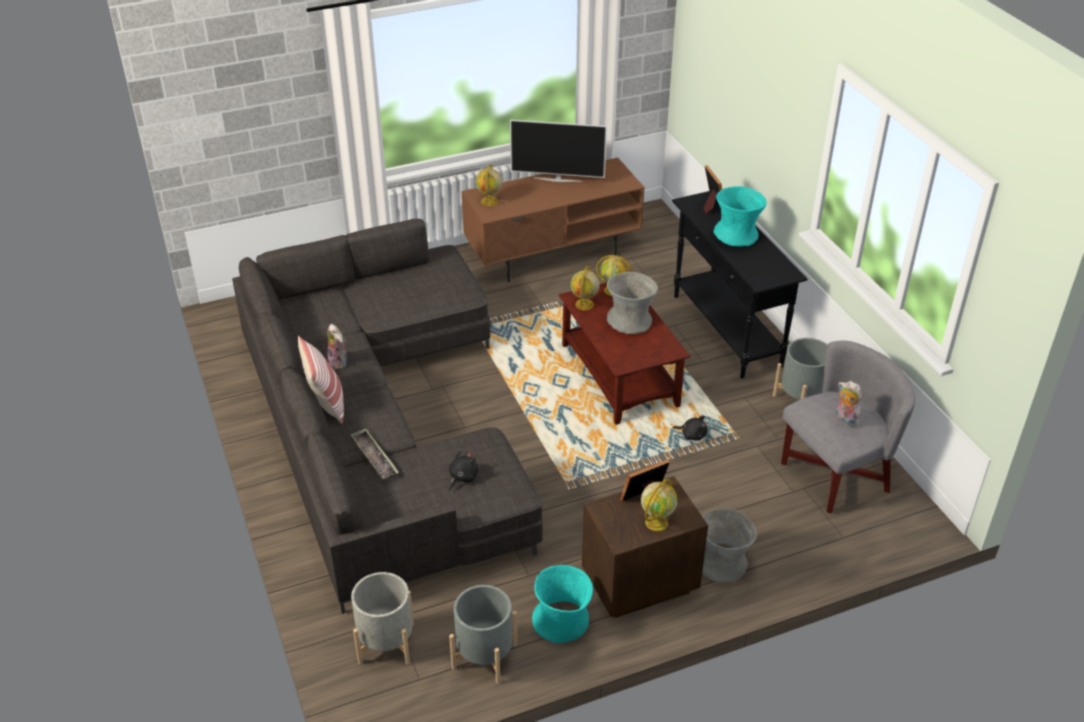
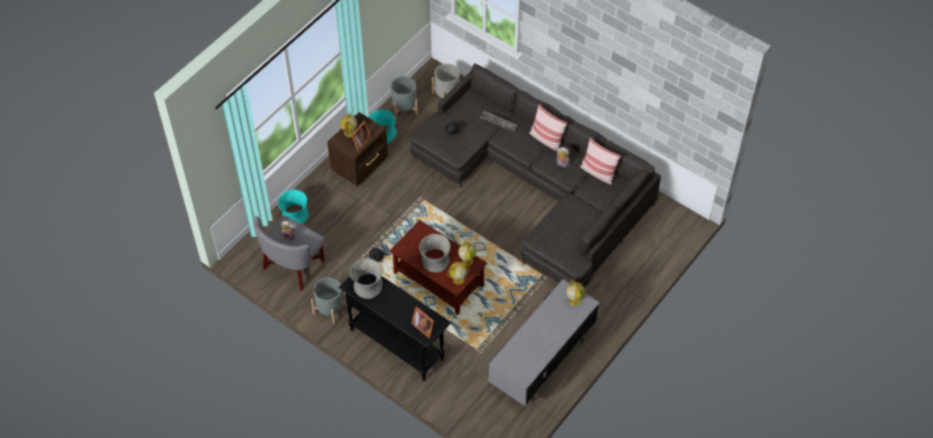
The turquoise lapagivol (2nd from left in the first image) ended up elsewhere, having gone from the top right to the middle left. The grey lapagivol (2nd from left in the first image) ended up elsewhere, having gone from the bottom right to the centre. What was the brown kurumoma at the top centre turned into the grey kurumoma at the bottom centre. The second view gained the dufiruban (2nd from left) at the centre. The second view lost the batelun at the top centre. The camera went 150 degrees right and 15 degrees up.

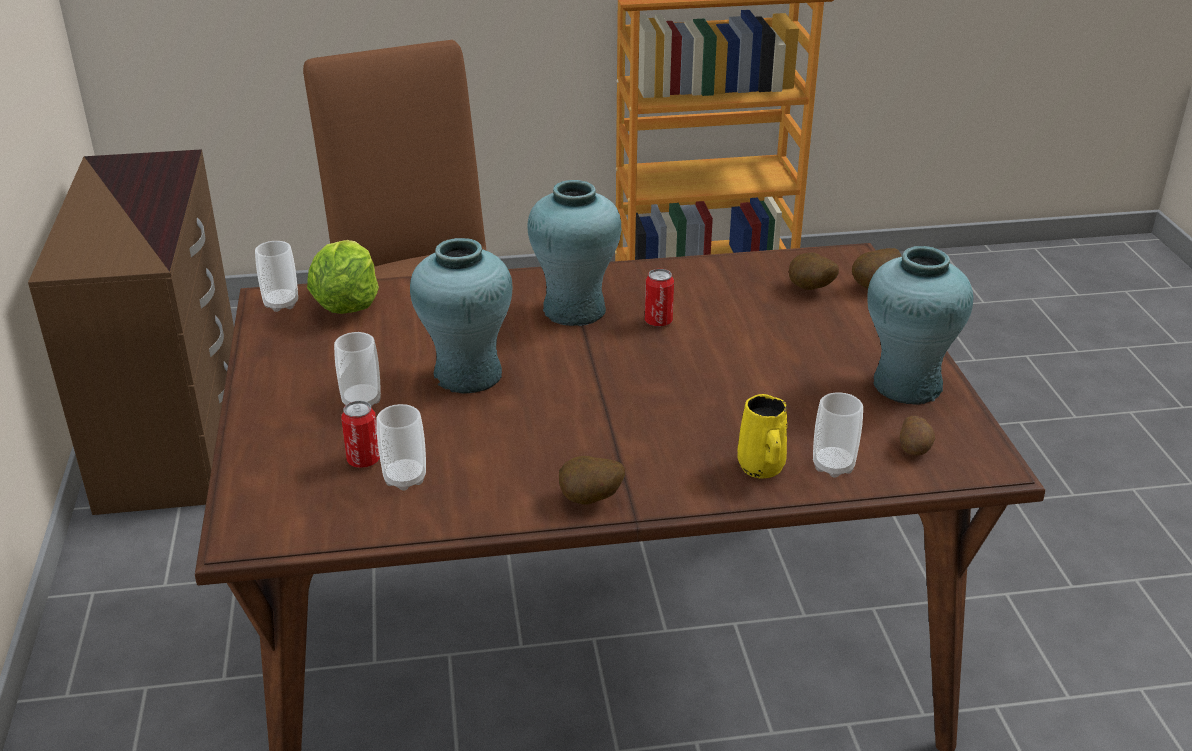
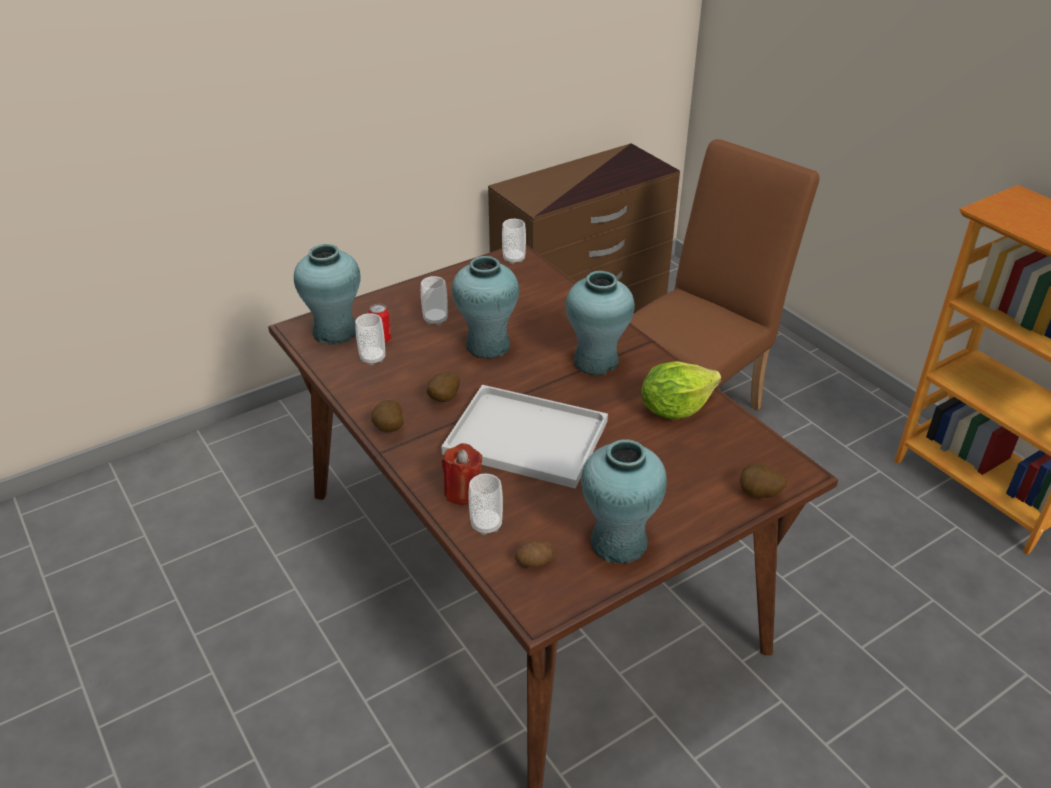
The second view gained the turquoise lapagivol (1st from left) at the middle left. The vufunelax (2nd from left) ended up elsewhere, having gone from the middle right to the centre. The second view gained the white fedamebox at the centre. Where the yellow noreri stood at the centre, the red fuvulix came to stand at the centre. The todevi ended up elsewhere, having gone from the middle left to the centre. The second view lost the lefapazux (2nd from left) at the centre. The camera went 65 degrees right and 5 degrees up.

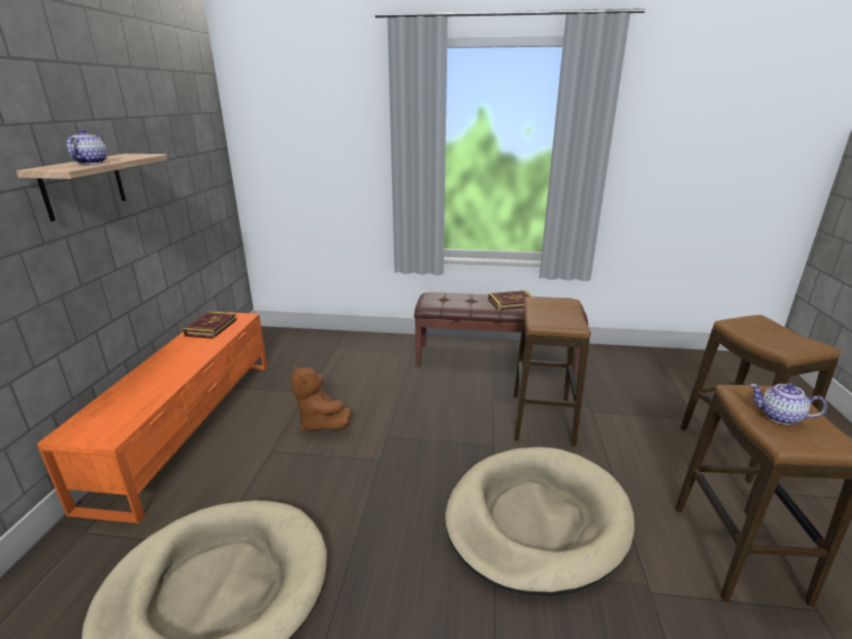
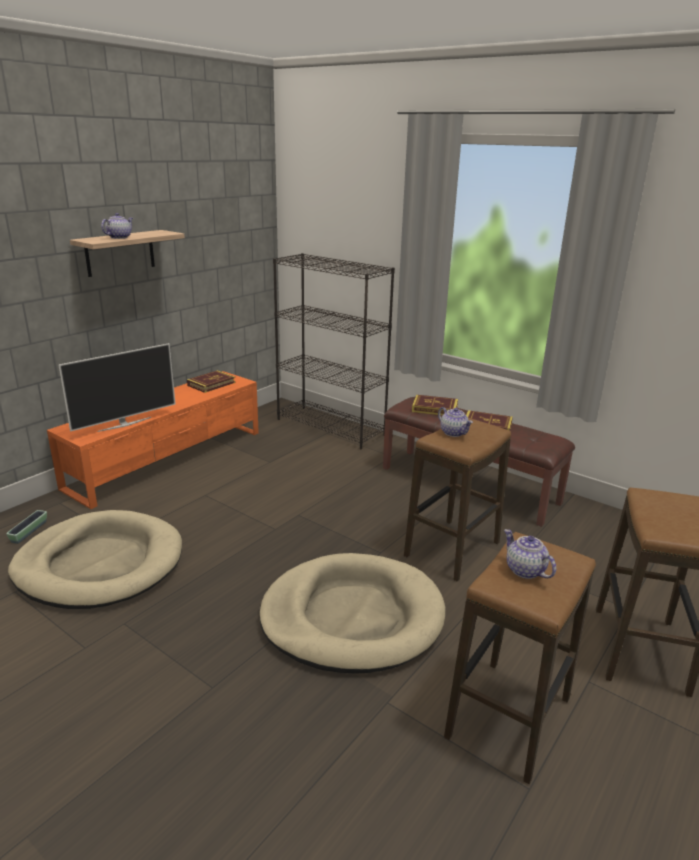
The second view gained the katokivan at the middle left. The second view gained the batelun at the middle left. The second view gained the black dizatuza at the centre. The second view gained the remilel (2nd from left) at the centre. The second view gained the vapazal (2nd from left) at the centre. The second view lost the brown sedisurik at the centre. The camera went 30 degrees right and 0 degrees up.

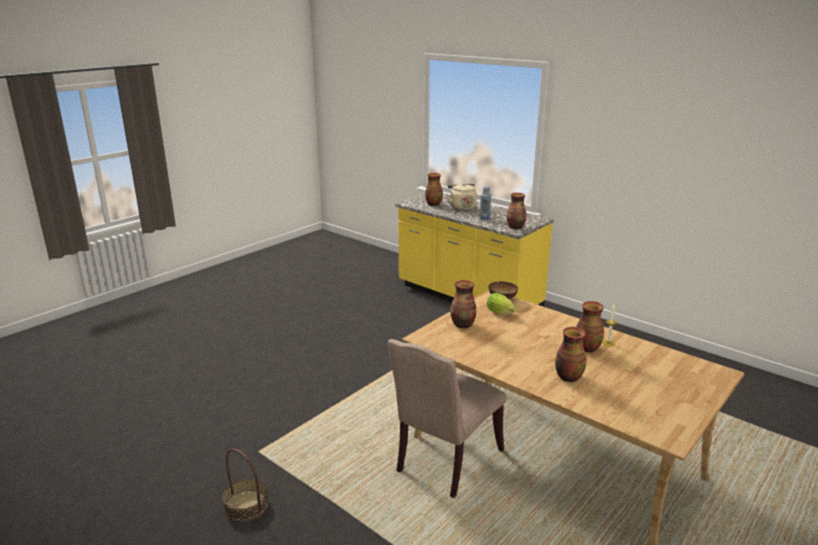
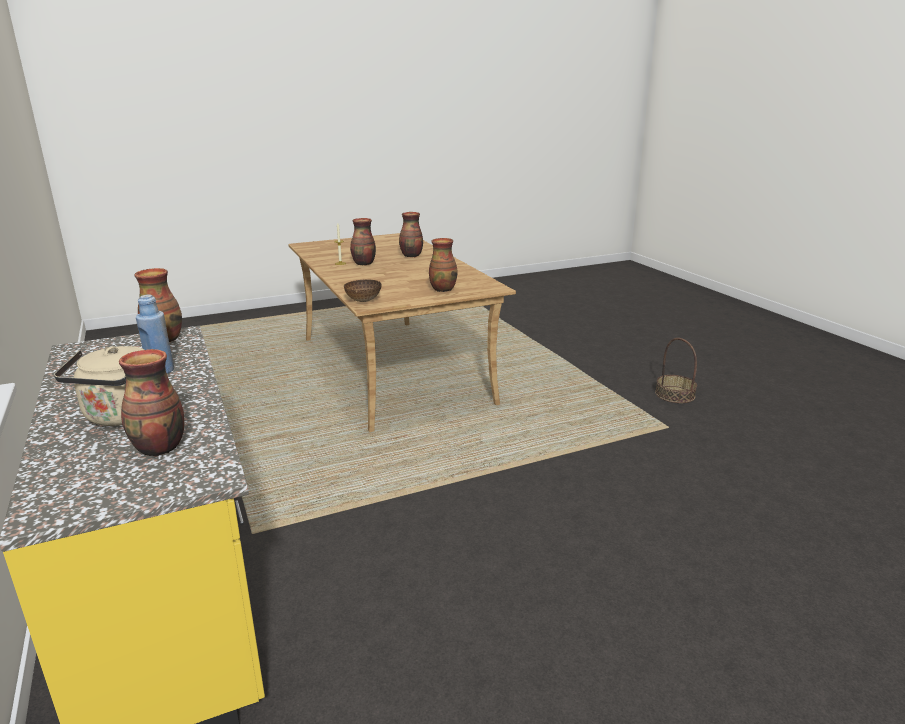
The second view lost the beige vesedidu at the bottom centre. The second view lost the todevi at the centre. The camera went 155 degrees left and 0 degrees up.

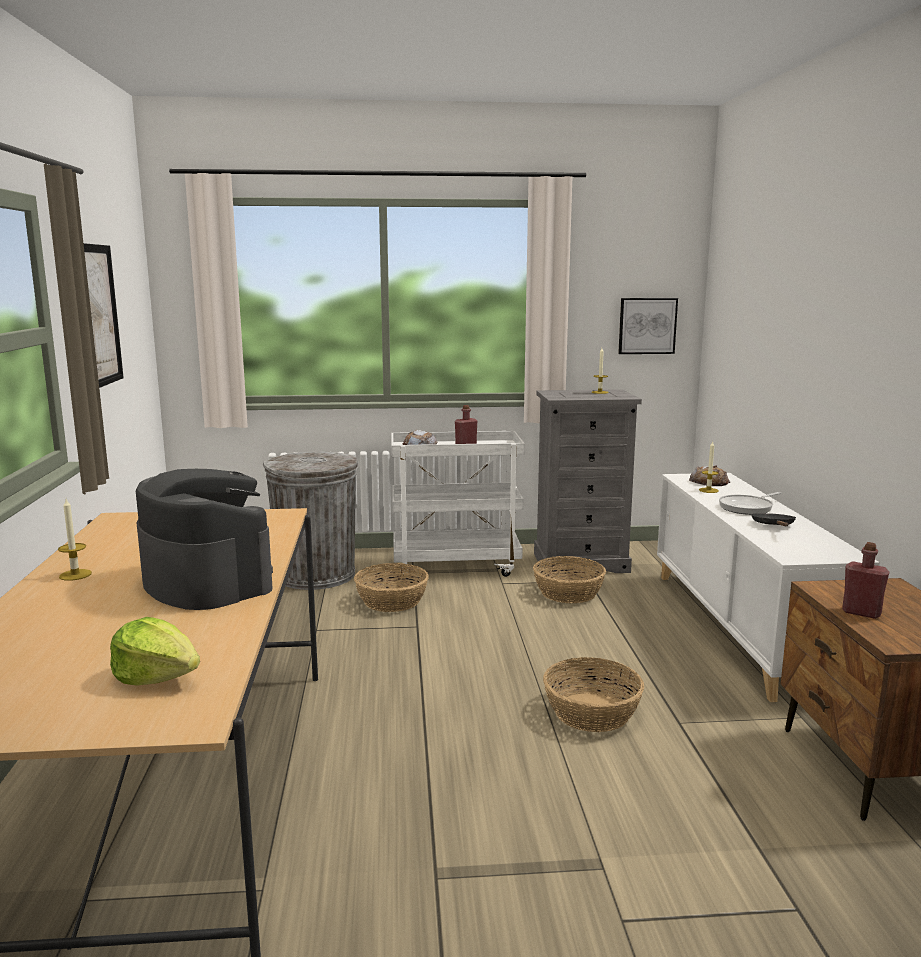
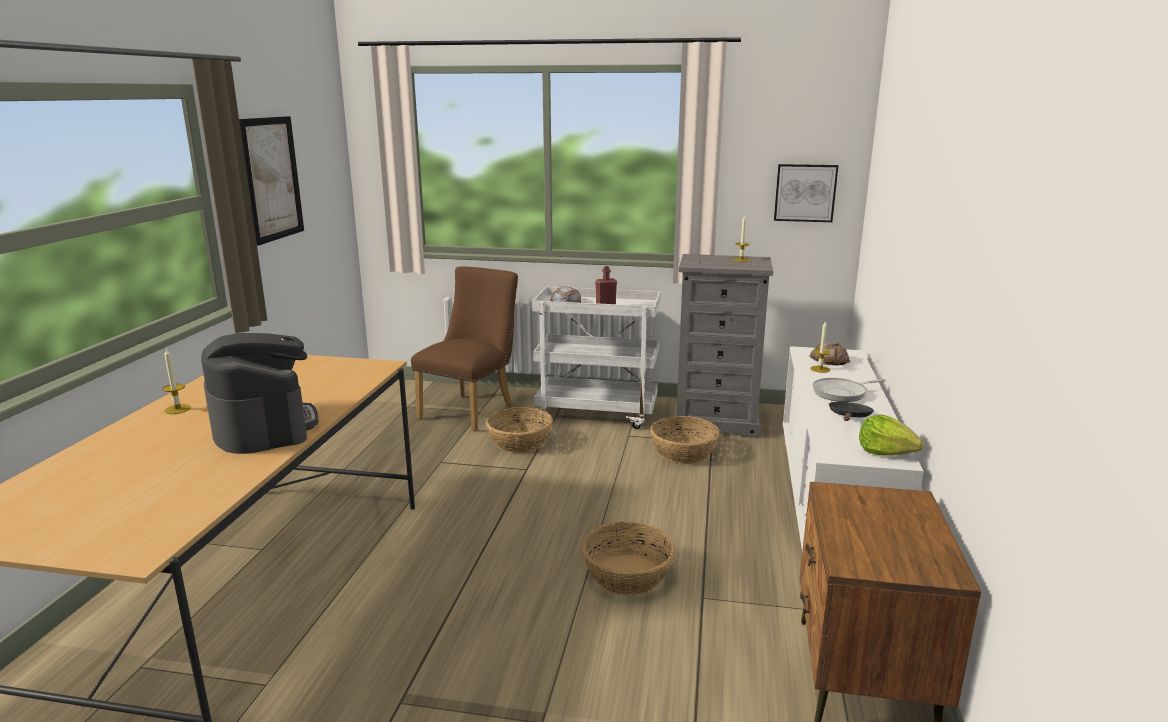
Where the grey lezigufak stood at the centre, the brown vesedidu came to stand at the centre. The todevi ended up elsewhere, having gone from the bottom left to the middle right. The second view lost the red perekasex (2nd from left) at the middle right. The camera went 15 degrees right and 5 degrees up.

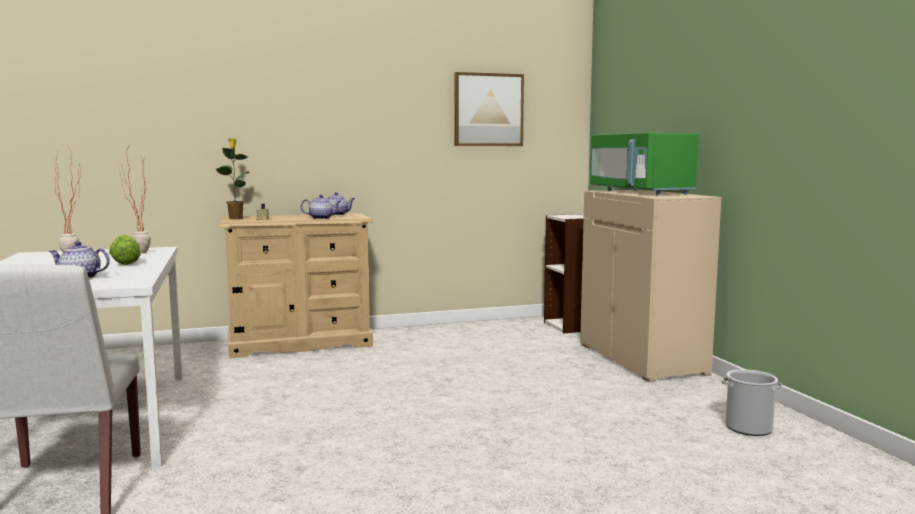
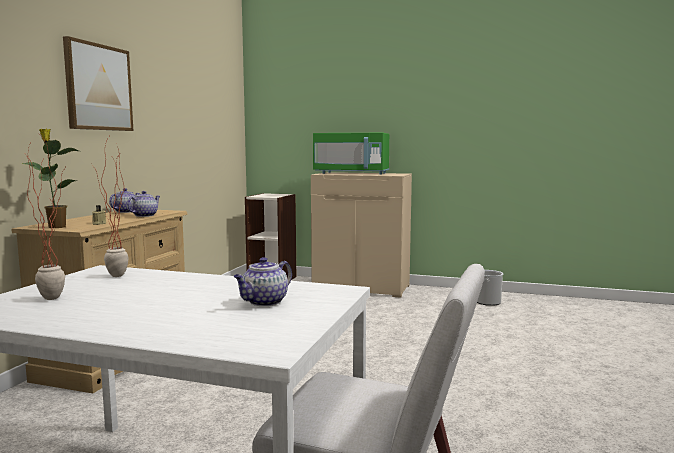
The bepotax ended up elsewhere, having gone from the top centre to the top left. The second view lost the todevi at the middle left. The camera went 55 degrees left and 0 degrees up.

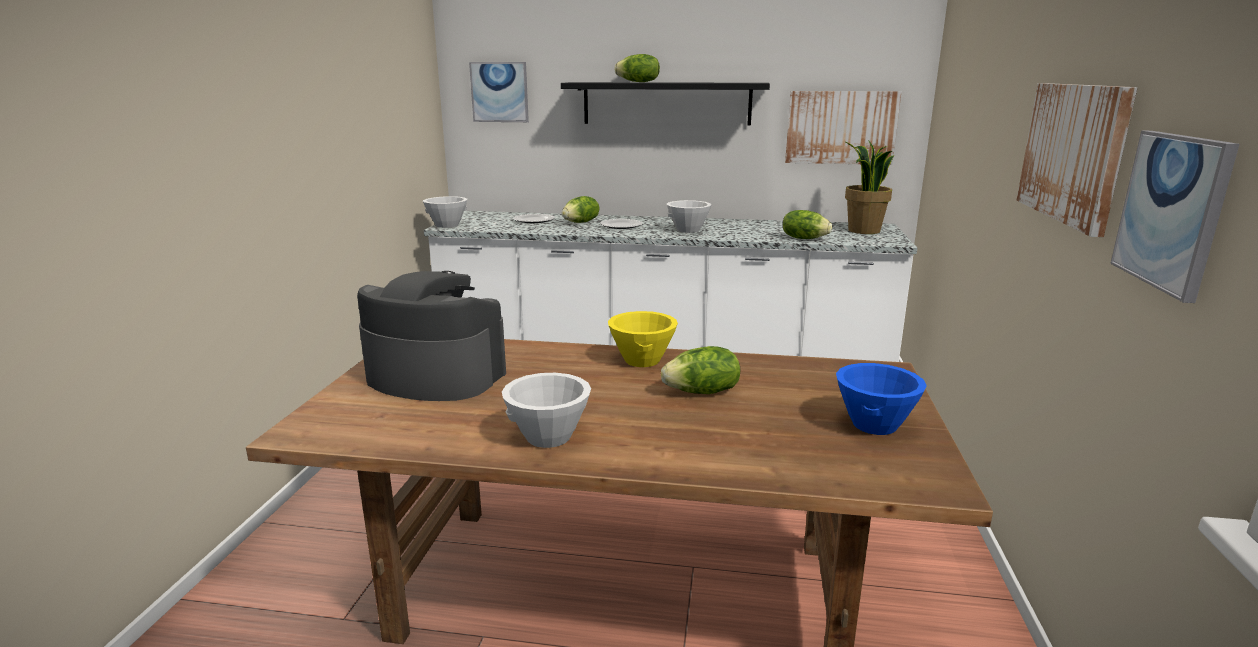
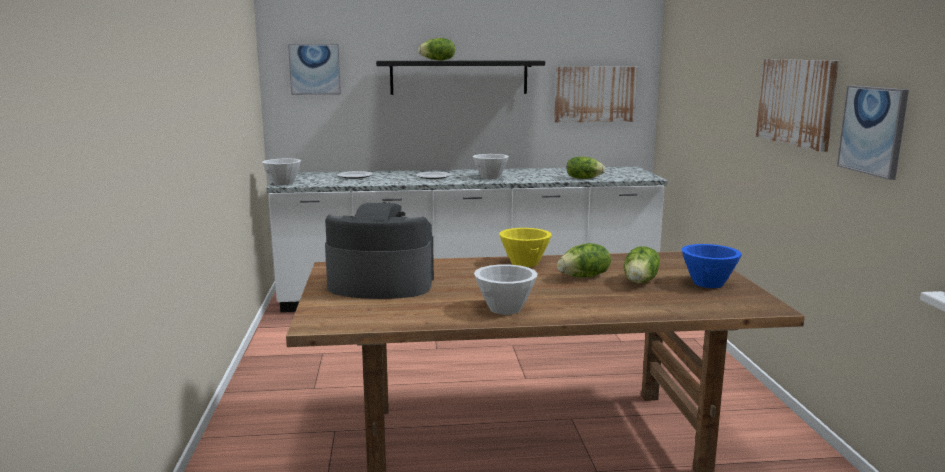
The todevi (1st from left in the first image) ended up elsewhere, having gone from the top centre to the middle right. The second view lost the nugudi at the top right. The camera went 15 degrees left and 5 degrees down.

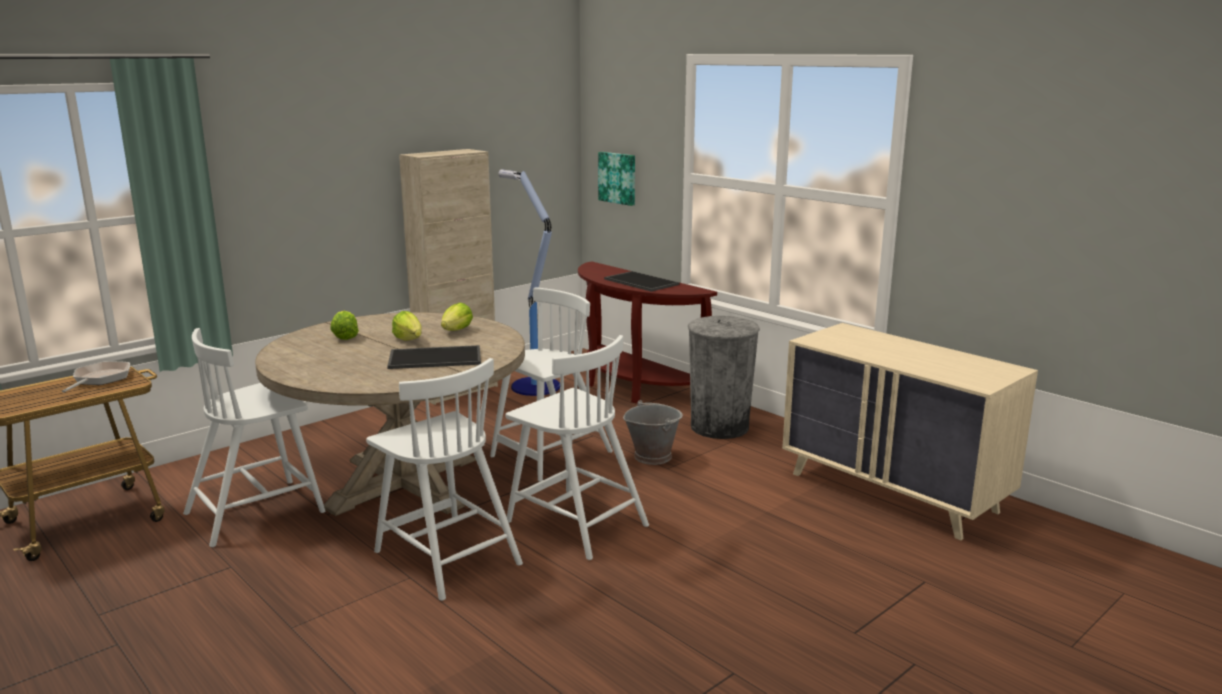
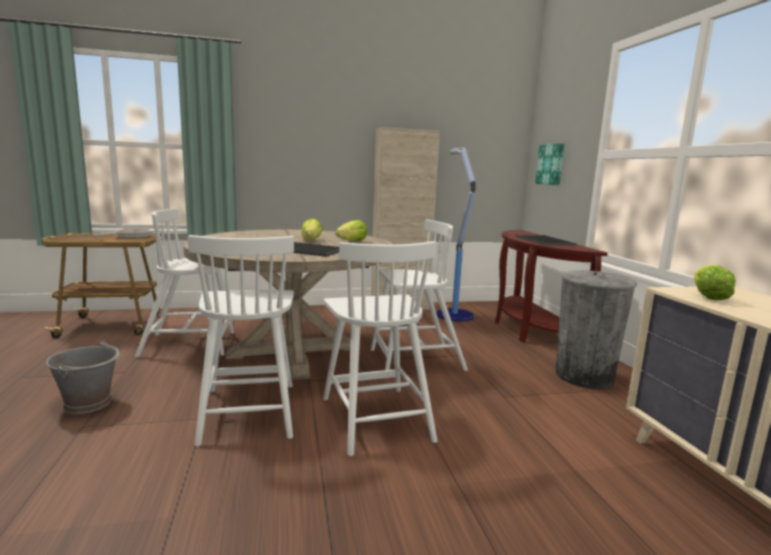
The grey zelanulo ended up elsewhere, having gone from the centre to the bottom left. The todevi (1st from left in the first image) ended up elsewhere, having gone from the middle left to the middle right. The camera went 30 degrees right and 5 degrees down.

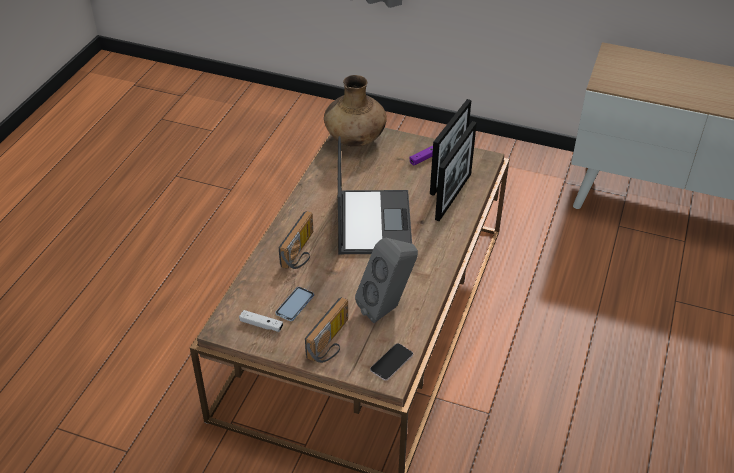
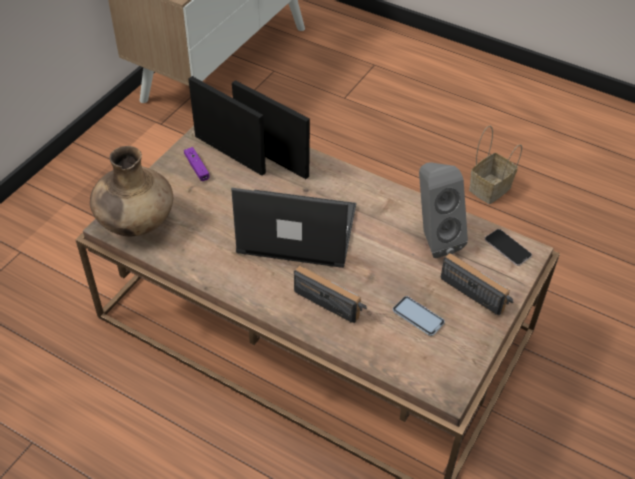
The second view gained the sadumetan at the middle right. The second view lost the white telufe at the bottom centre. The camera went 80 degrees left and 5 degrees up.

